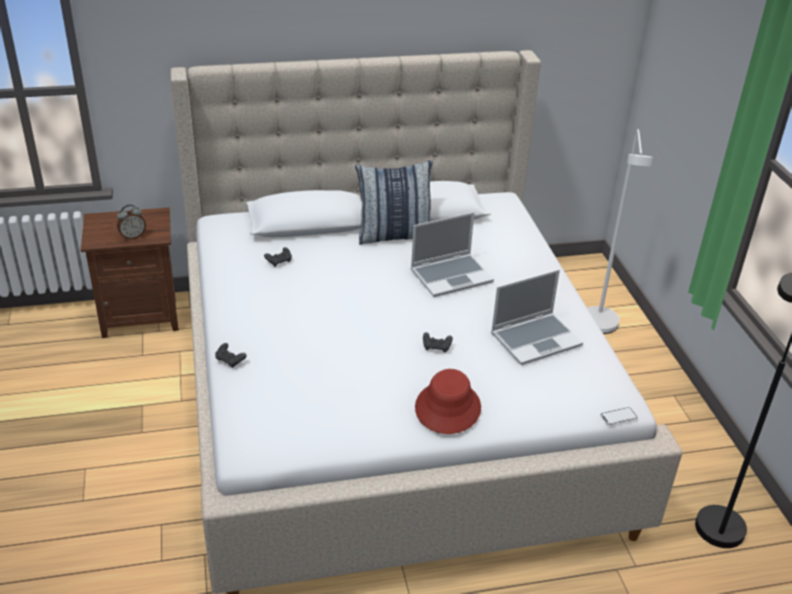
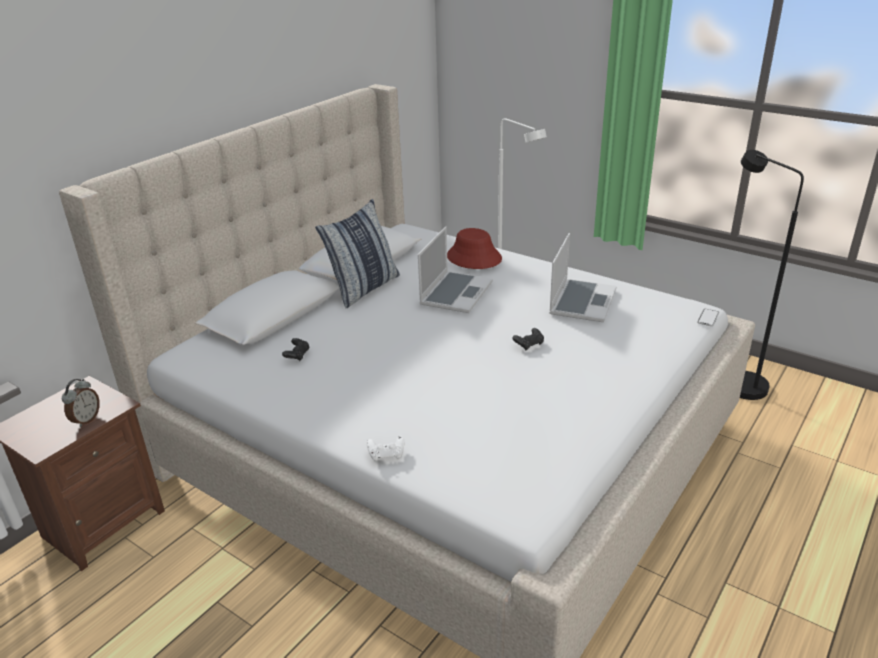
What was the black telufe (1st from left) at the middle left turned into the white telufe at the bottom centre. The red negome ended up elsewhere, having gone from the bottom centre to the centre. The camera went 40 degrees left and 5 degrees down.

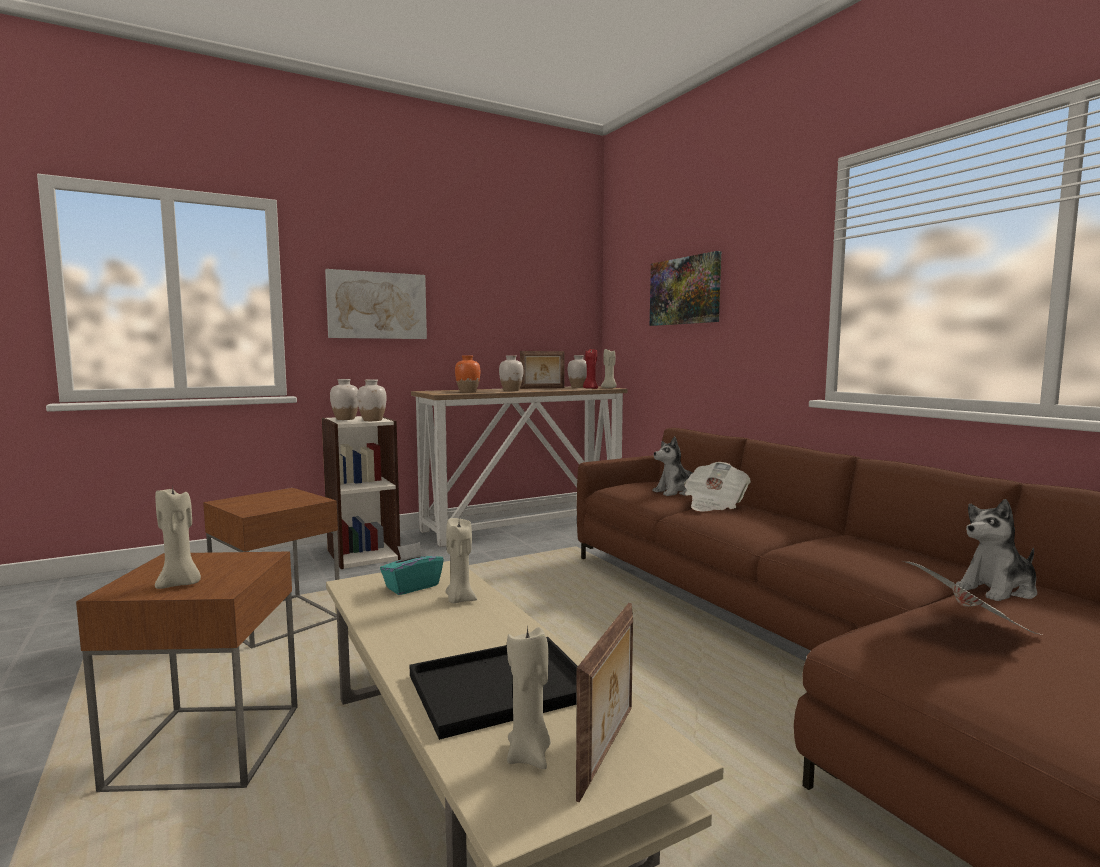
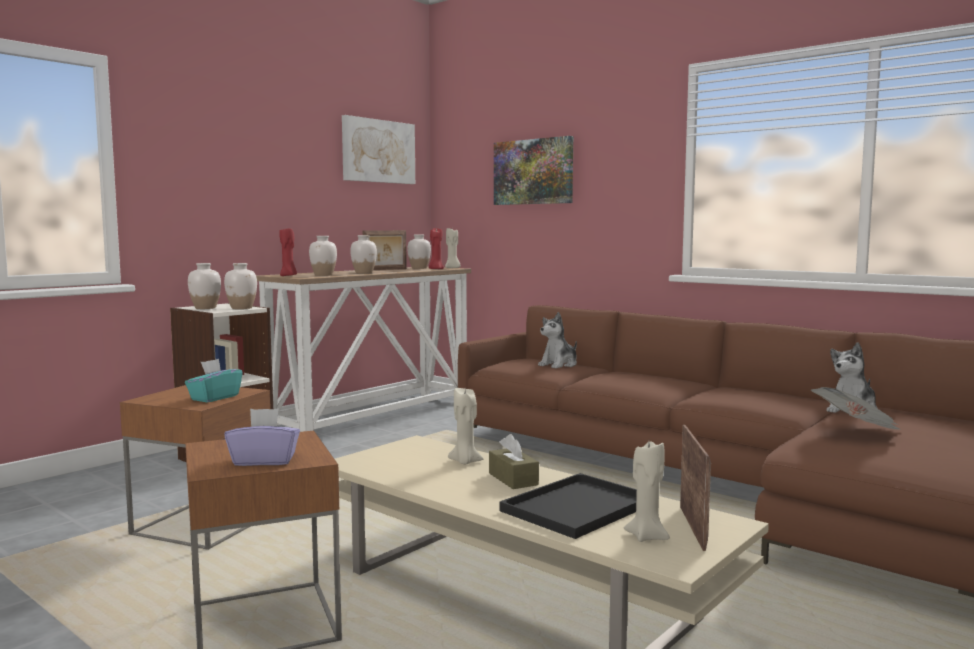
The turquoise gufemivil ended up elsewhere, having gone from the centre to the middle left. Where the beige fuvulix (1st from left) stood at the middle left, the purple gufemivil came to stand at the bottom left. The second view gained the red fuvulix (1st from left) at the middle left. What was the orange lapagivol at the centre turned into the white lapagivol (3rd from left) at the middle left. The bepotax (1st from left) ended up elsewhere, having gone from the centre to the top centre. The second view gained the brown gufemivil at the bottom centre. The second view lost the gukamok (1st from left) at the centre. The camera went 20 degrees left and 0 degrees up.

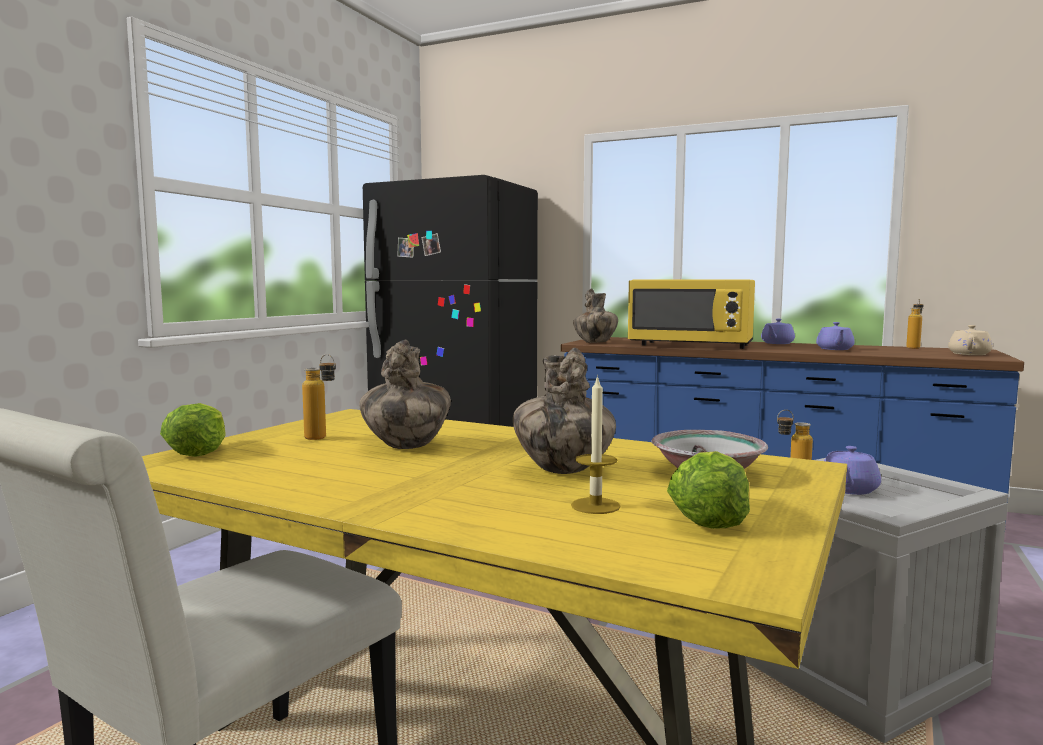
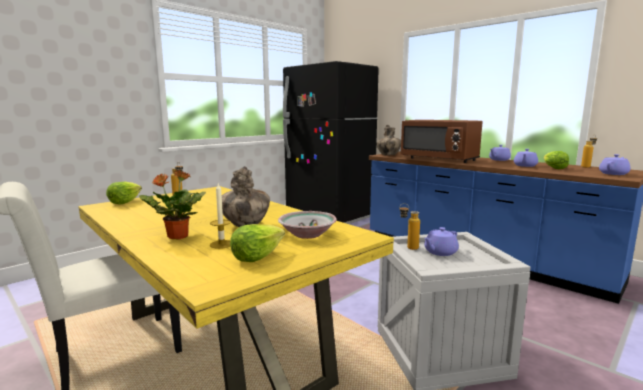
The second view gained the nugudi at the middle left. What was the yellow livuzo at the centre turned into the brown livuzo at the middle right. The second view gained the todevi (3rd from left) at the middle right. What was the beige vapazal at the middle right turned into the purple vapazal (4th from left) at the middle right. The second view lost the lapagivol (1st from left) at the centre. The camera went 20 degrees right and 5 degrees up.

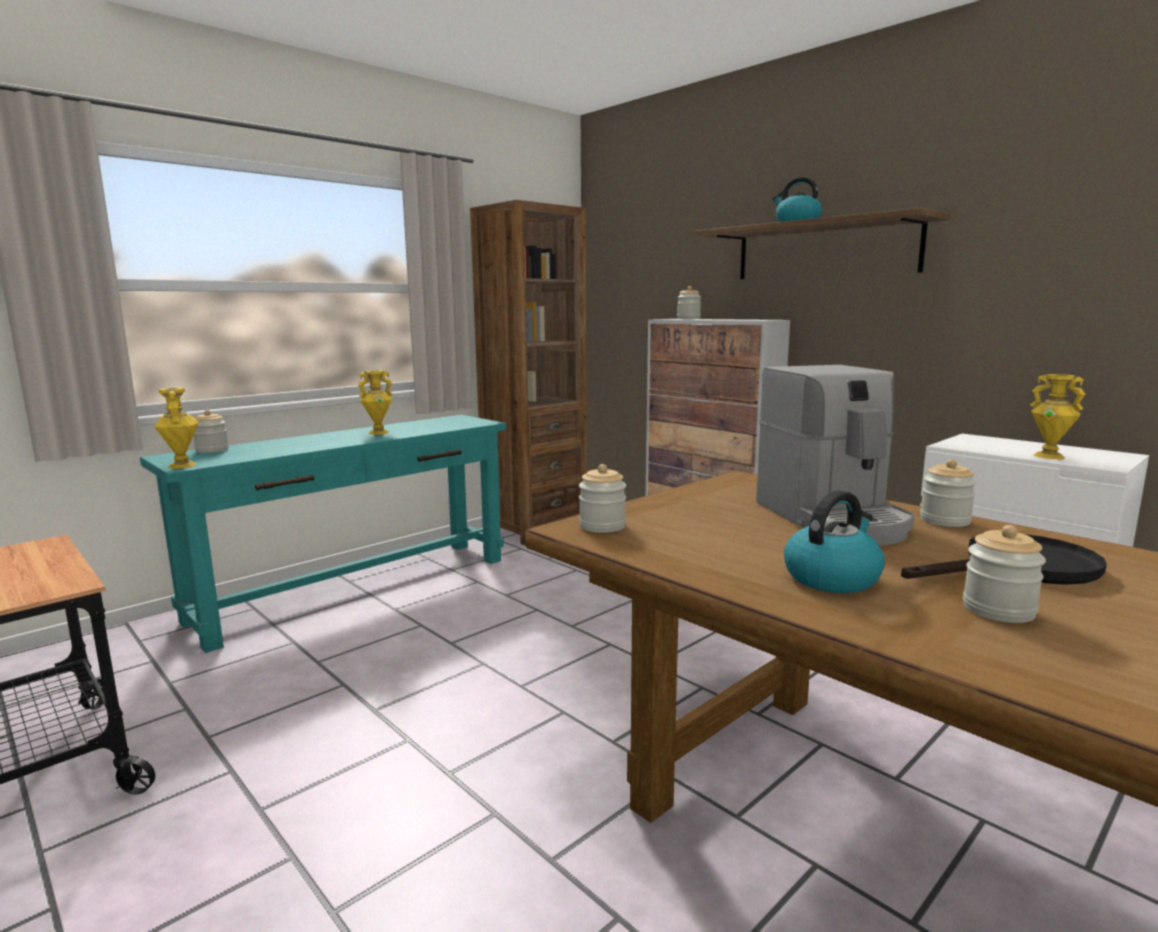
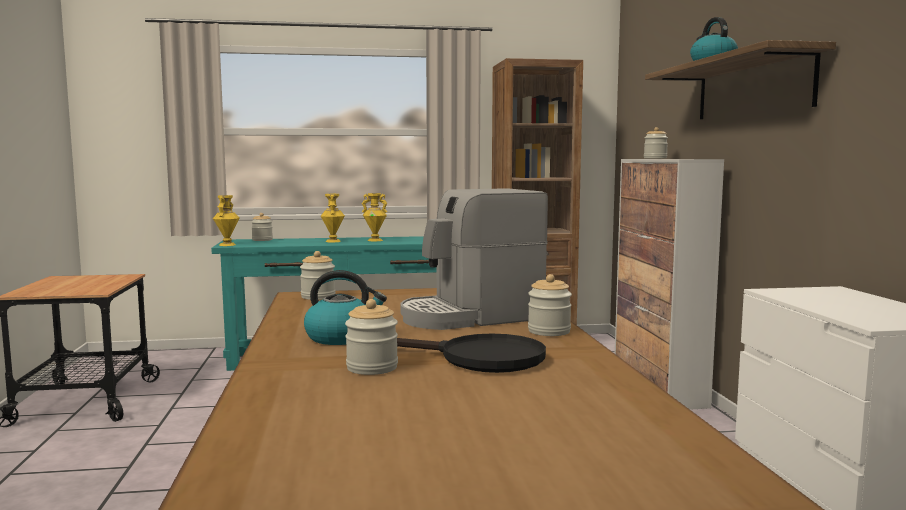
The yellow lapagivol (3rd from left in the first image) ended up elsewhere, having gone from the middle right to the centre. The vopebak at the middle right ended up facing another way, 45 degrees clockwise from before. The camera went 35 degrees right and 5 degrees down.

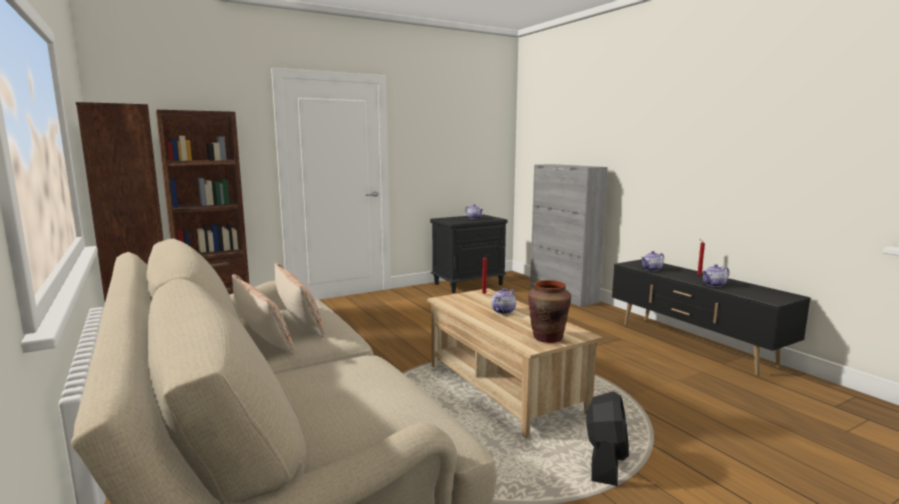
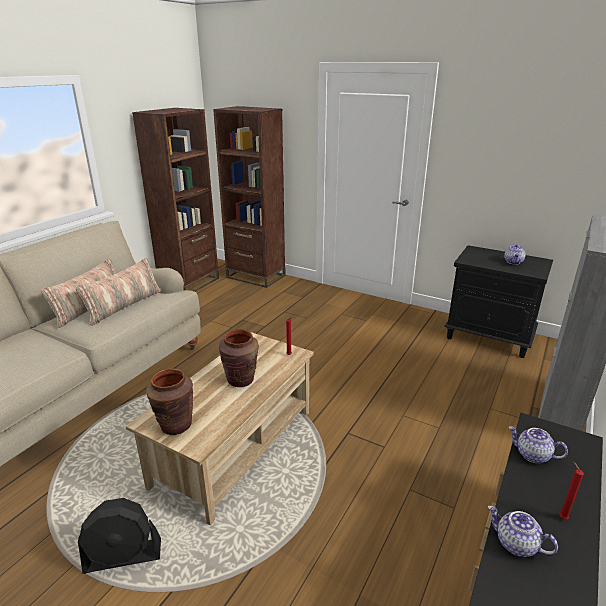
Where the vapazal (2nd from left) stood at the centre, the brown lapagivol (2nd from left) came to stand at the centre. The camera went 60 degrees right and 15 degrees up.

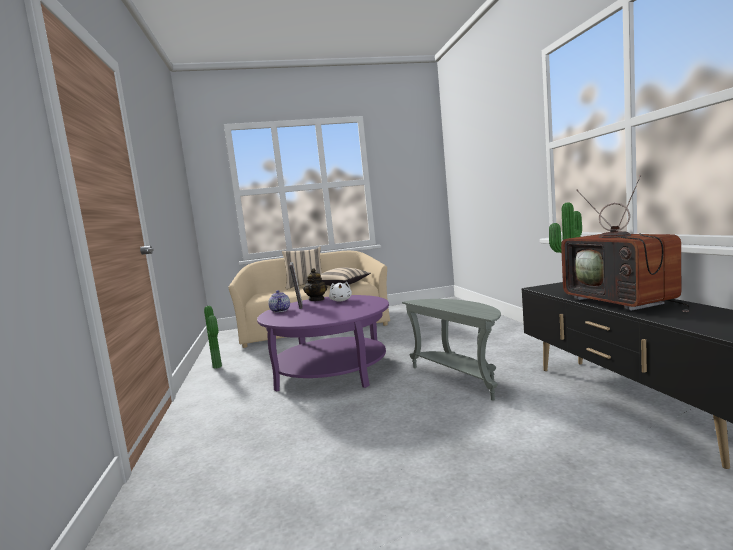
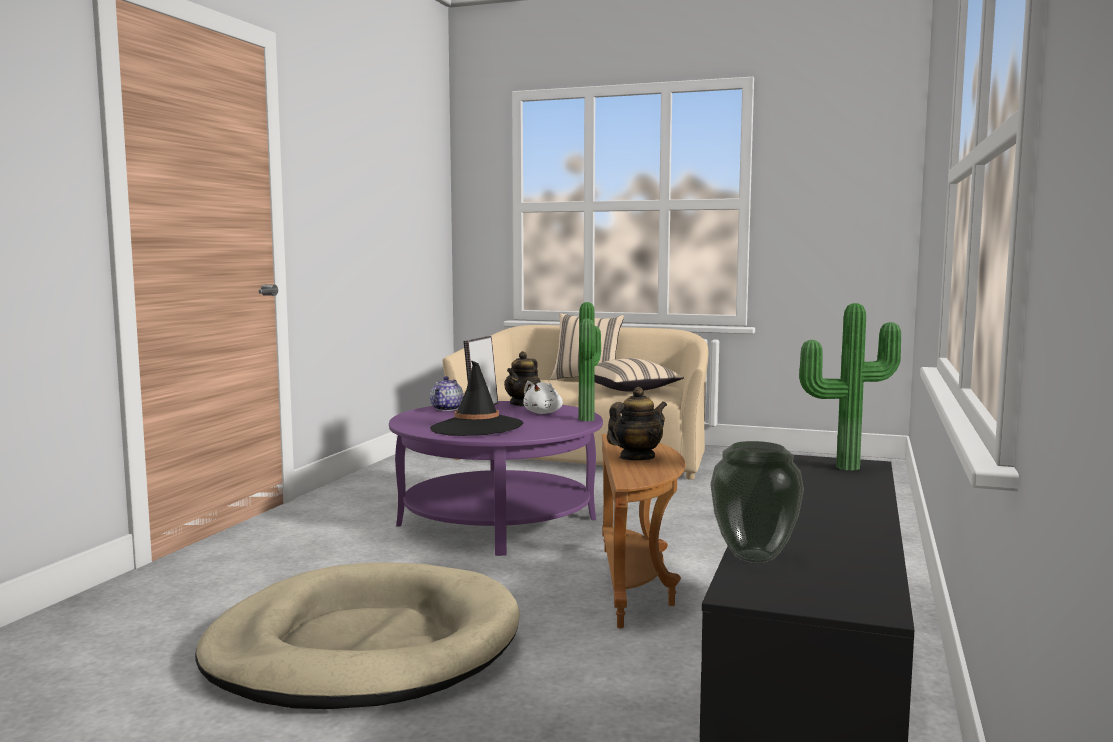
The second view gained the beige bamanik at the bottom left. The second view gained the black negome at the centre. The nugudi (1st from left) ended up elsewhere, having gone from the middle left to the centre. What was the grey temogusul at the centre turned into the brown temogusul at the bottom centre. The second view gained the vapazal (3rd from left) at the centre. The second view gained the lapagivol at the bottom right. The second view lost the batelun at the middle right. The camera went 30 degrees right and 0 degrees up.

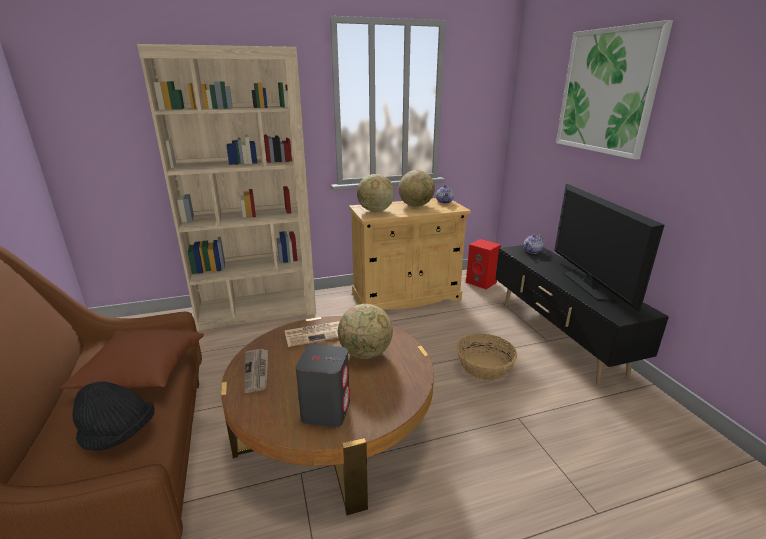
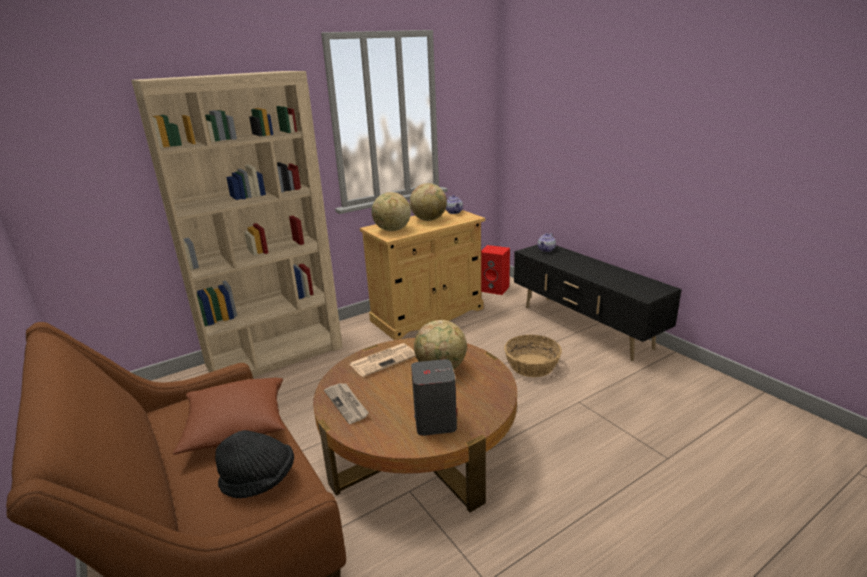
The second view lost the batelun at the middle right. The second view lost the bepotax at the top right. The camera went 15 degrees left and 0 degrees up.

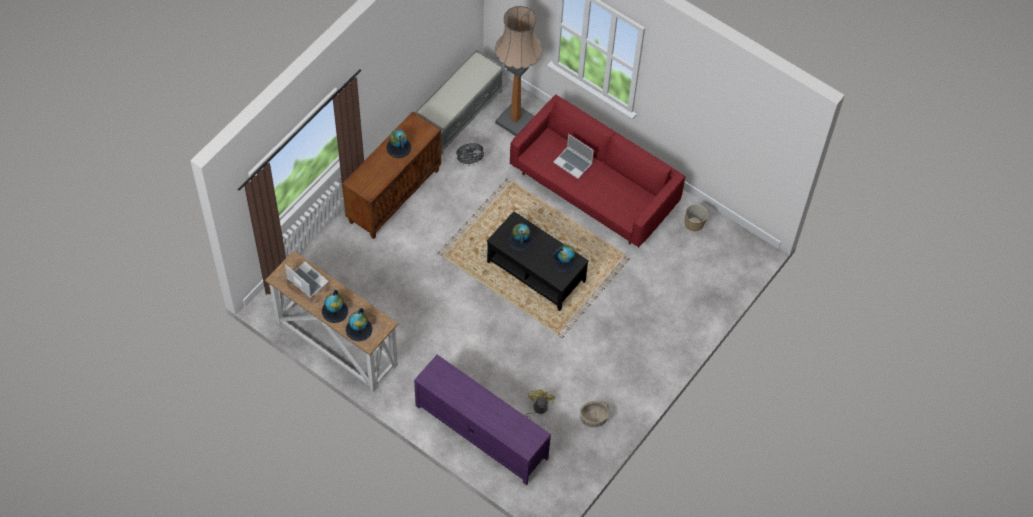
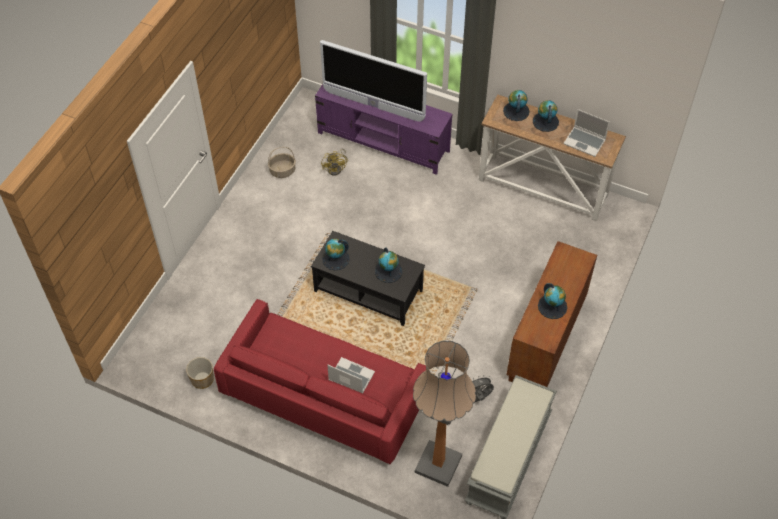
The second view gained the batelun at the top centre. The camera went 170 degrees right and 5 degrees down.

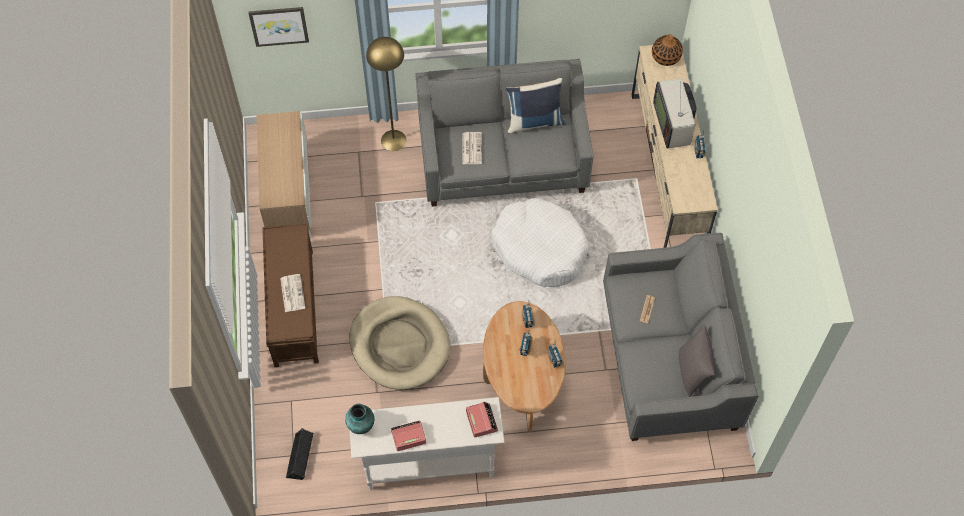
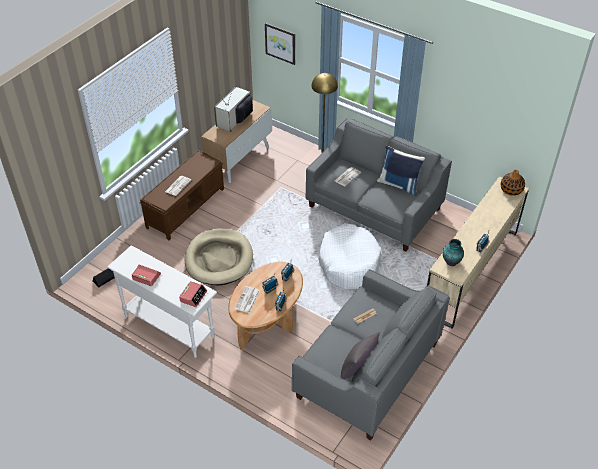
The batelun ended up elsewhere, having gone from the top right to the top centre. The second view gained the gukamok (2nd from left) at the centre. The lapagivol (1st from left) ended up elsewhere, having gone from the bottom centre to the middle right. The camera went 40 degrees right and 15 degrees down.

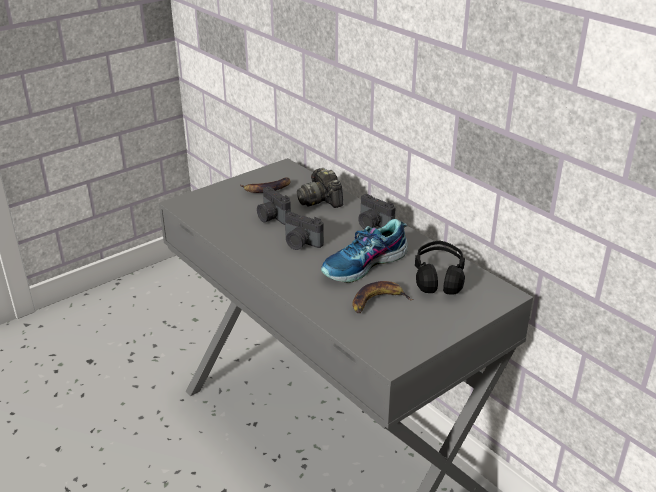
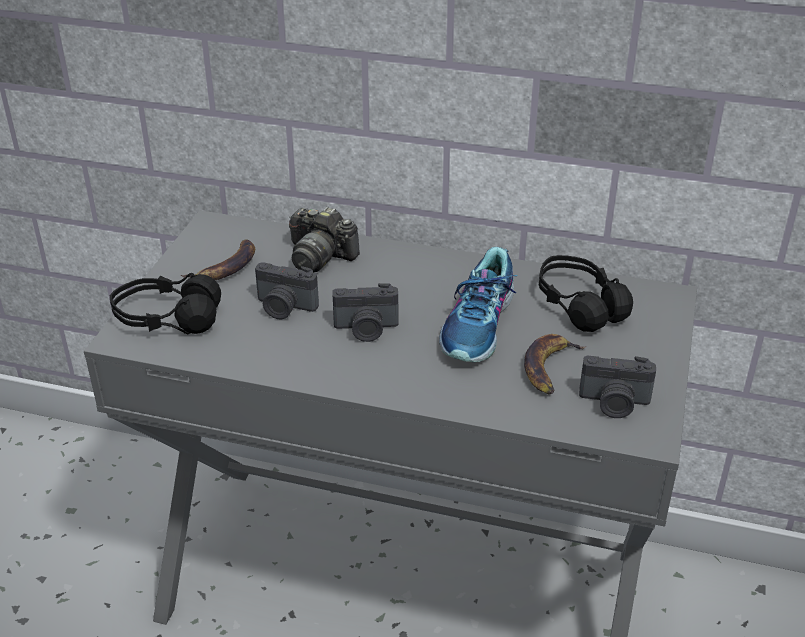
The second view gained the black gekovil (1st from left) at the middle left. The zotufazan (4th from left) ended up elsewhere, having gone from the centre to the middle right. The camera went 35 degrees left and 5 degrees up.

